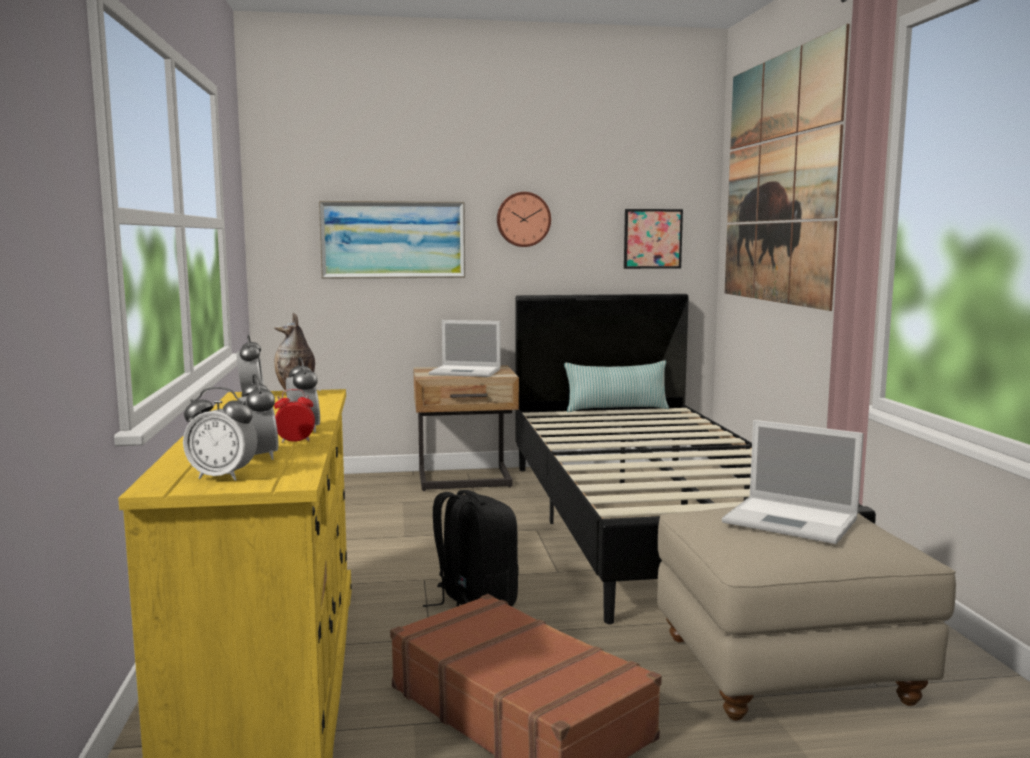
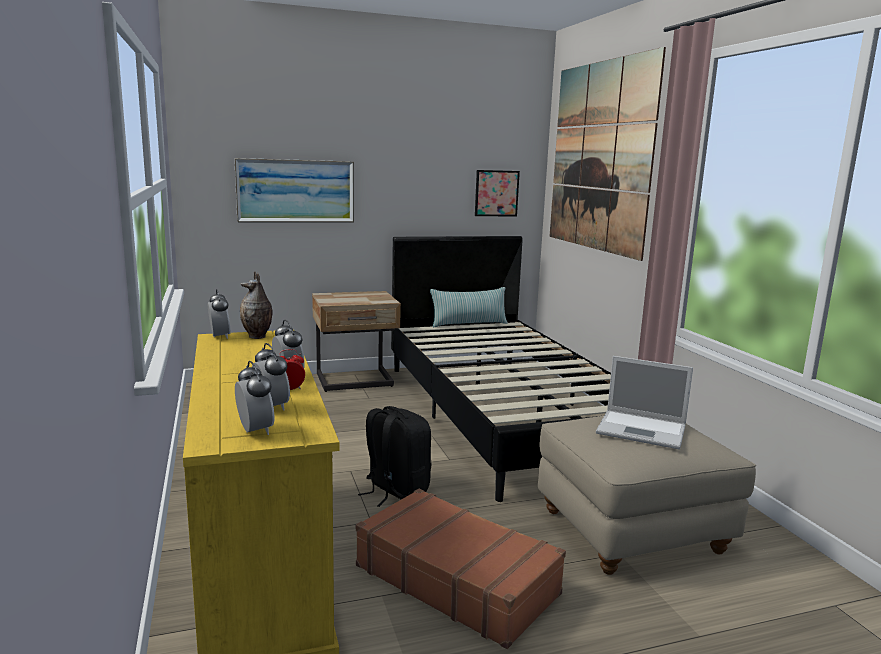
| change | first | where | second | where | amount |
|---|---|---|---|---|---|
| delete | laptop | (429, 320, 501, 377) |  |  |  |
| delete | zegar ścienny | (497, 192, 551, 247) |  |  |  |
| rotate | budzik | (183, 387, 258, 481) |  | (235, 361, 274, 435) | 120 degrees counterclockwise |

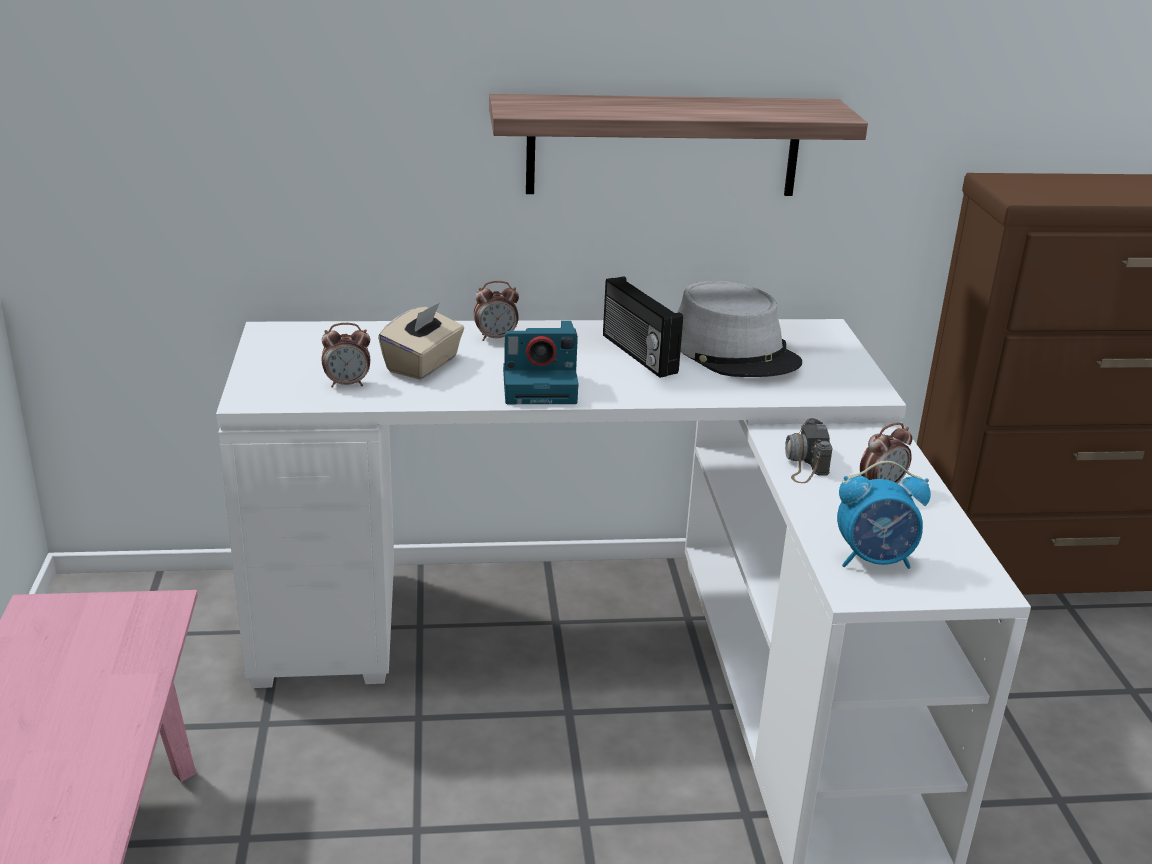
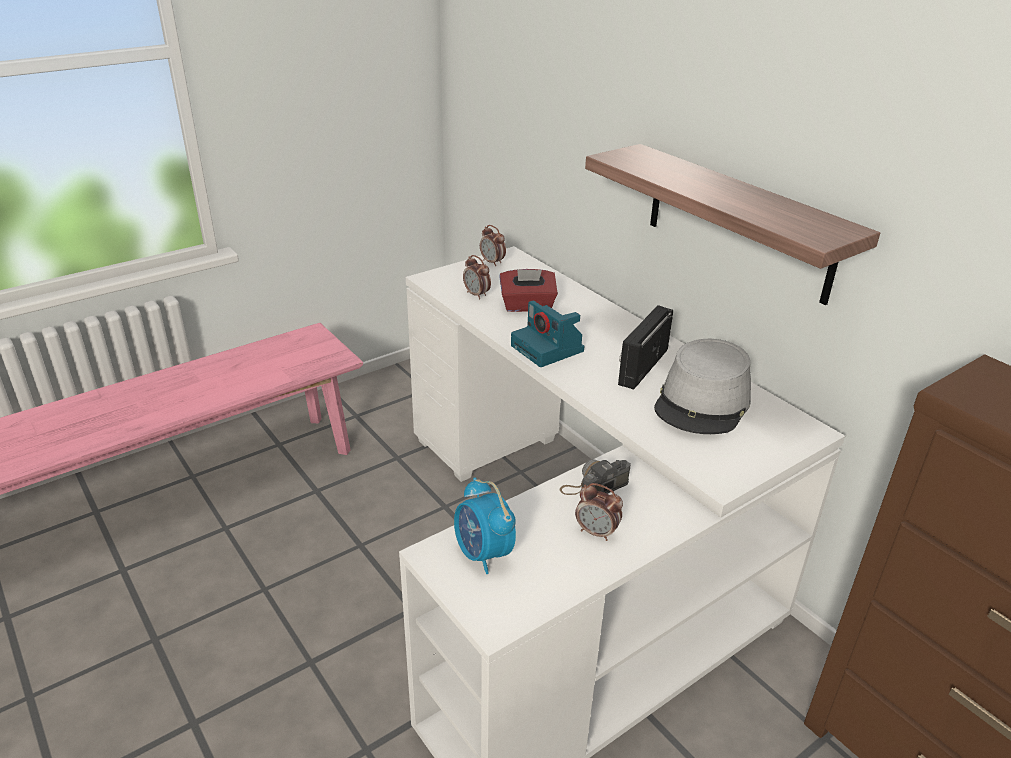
| change | first | where | second | where | amount |
|---|---|---|---|---|---|
| move | budzik | (474, 281, 519, 341) |  | (480, 225, 506, 266) |  |
| recolor | pudełko chusteczek [beżowy] | (378, 302, 464, 380) | pudełko chusteczek [czerwony] | (499, 269, 558, 312) |  |

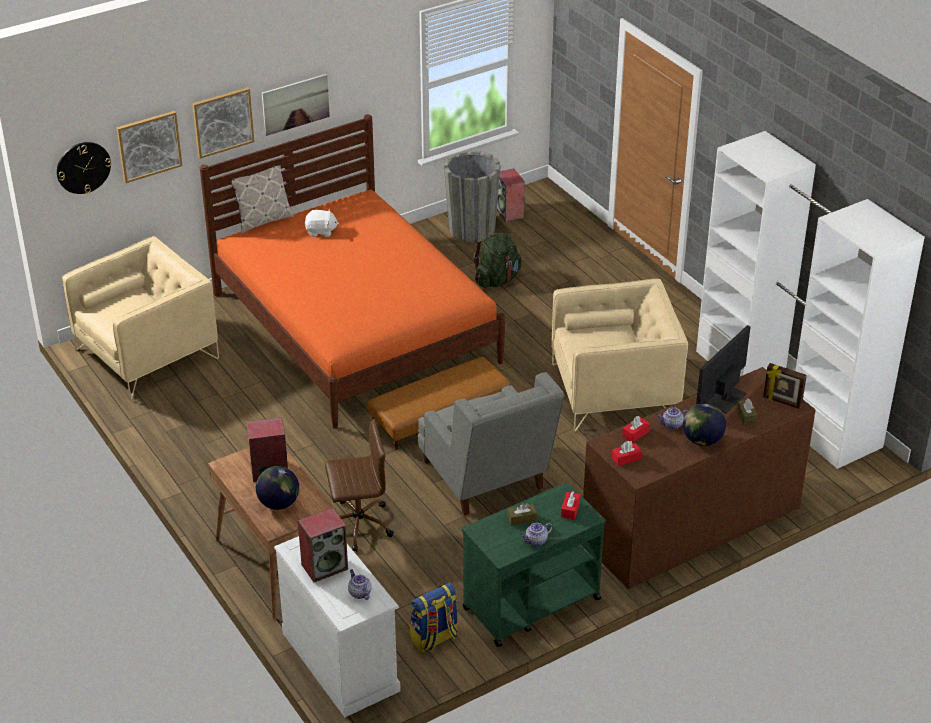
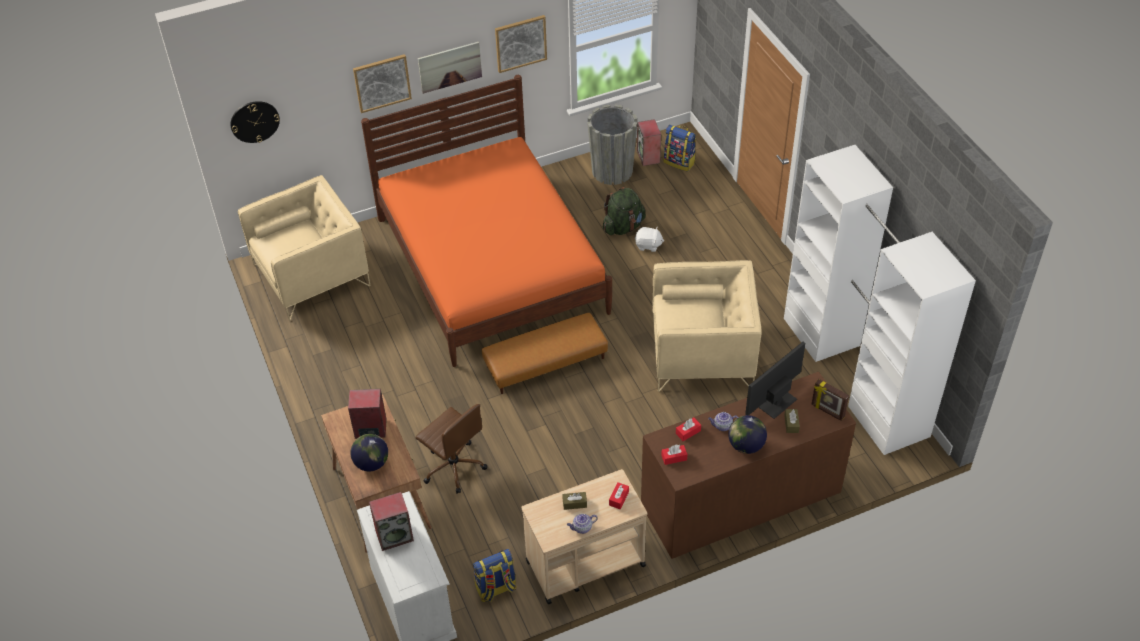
| change | first | where | second | where | amount |
|---|---|---|---|---|---|
| delete | poduszka | (231, 165, 294, 234) |  |  |  |
| delete | imbryk | (348, 569, 372, 600) |  |  |  |
| delete | fotel [szary] | (418, 372, 564, 516) |  |  |  |
| insert |  |  | plecak | (664, 125, 696, 171) |  |
| move | obraz | (117, 111, 182, 183) |  | (495, 15, 547, 73) |  |
| move | pluszak [biały] | (304, 209, 339, 237) |  | (635, 227, 664, 252) |  |
| recolor | wózek [zielony] | (462, 482, 606, 647) | wózek [beżowy] | (521, 469, 647, 604) |  |
| rotate | krzesło biurowe [brązowy] | (325, 419, 394, 552) |  | (415, 404, 488, 493) | 45 degrees clockwise |

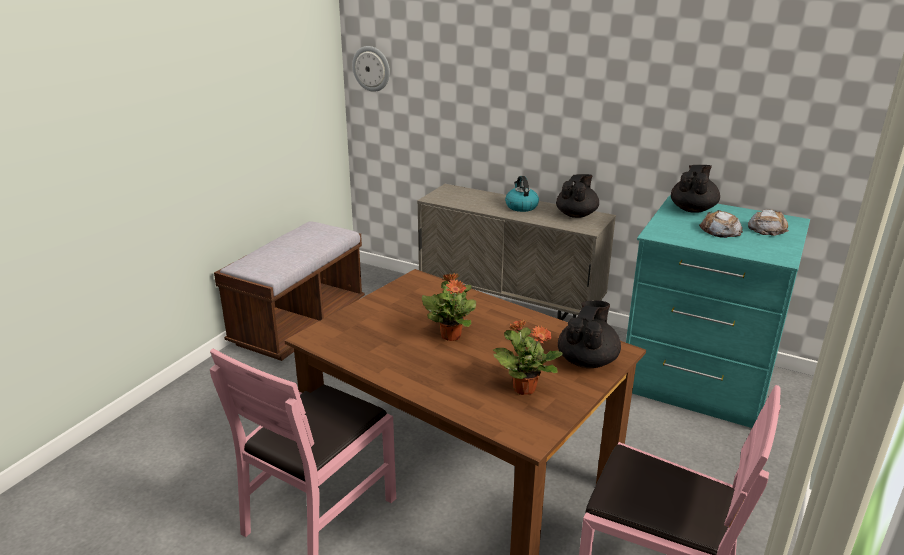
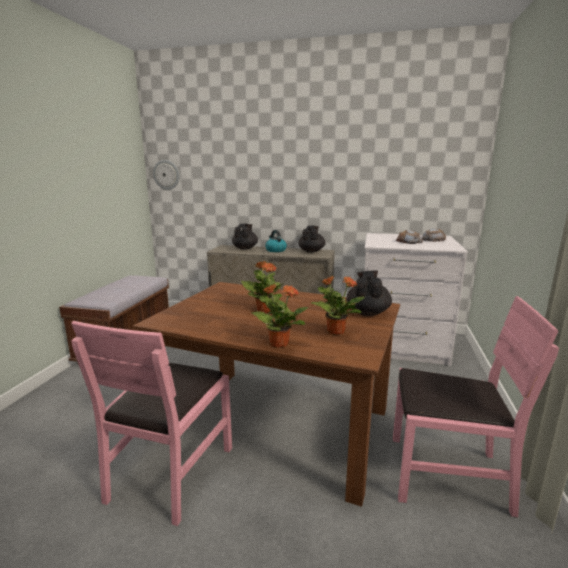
| change | first | where | second | where | amount |
|---|---|---|---|---|---|
| insert |  |  | roślina doniczkowa | (251, 284, 308, 348) |  |
| move | imbryk [czarny] | (671, 165, 720, 213) |  | (232, 224, 258, 250) |  |
| recolor | komoda [turkusowy] | (626, 196, 810, 428) | komoda [biały] | (364, 233, 468, 366) |  |

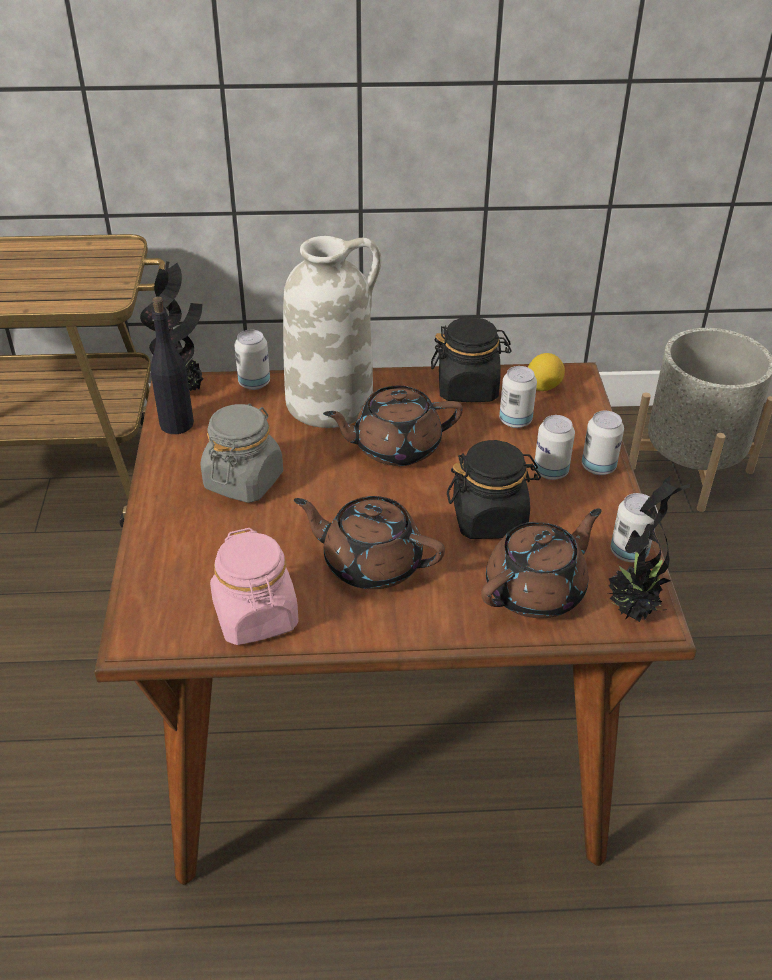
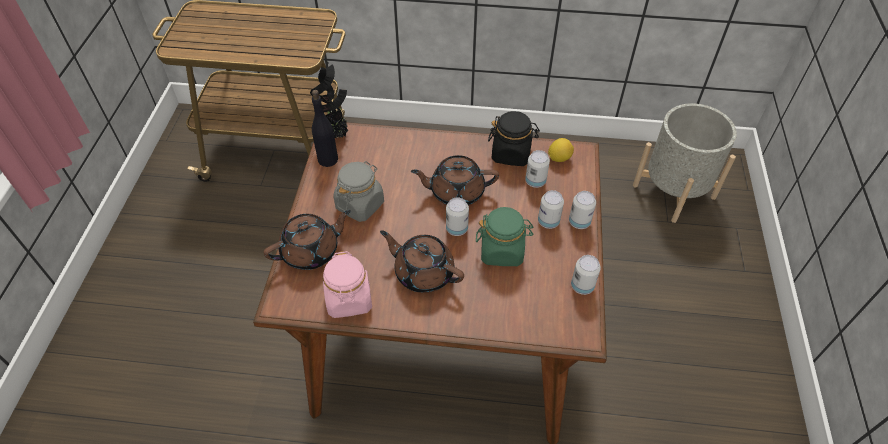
| change | first | where | second | where | amount |
|---|---|---|---|---|---|
| delete | wazon [biały] | (283, 236, 381, 428) |  |  |  |
| delete | roślina doniczkowa | (608, 477, 690, 622) |  |  |  |
| move | puszka | (234, 330, 270, 390) |  | (446, 197, 469, 236) |  |
| move | imbryk [brązowy] | (481, 509, 601, 618) |  | (263, 210, 351, 270) |  |
| recolor | słoik [czarny] | (447, 440, 541, 539) | słoik [zielony] | (476, 207, 534, 266) |  |

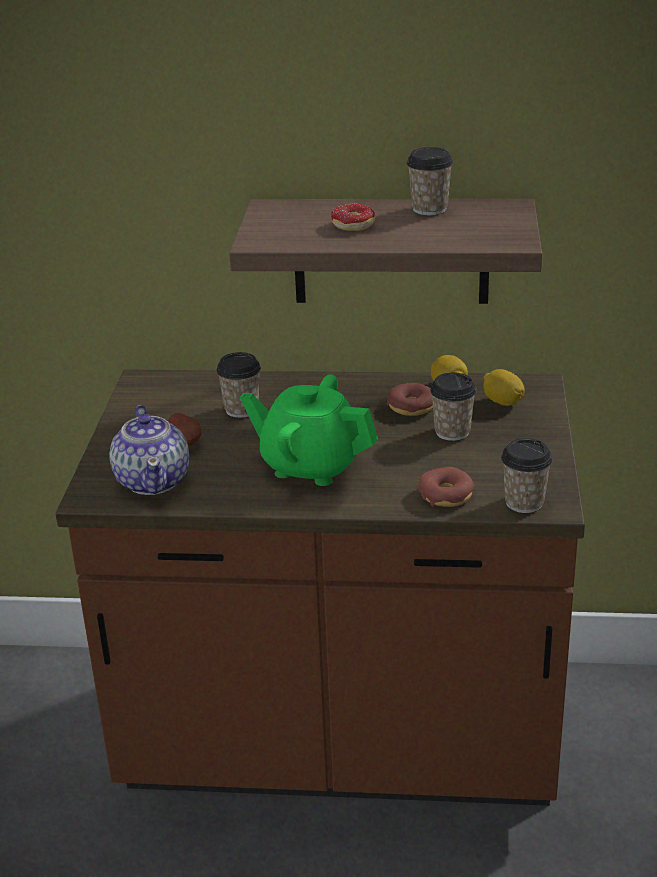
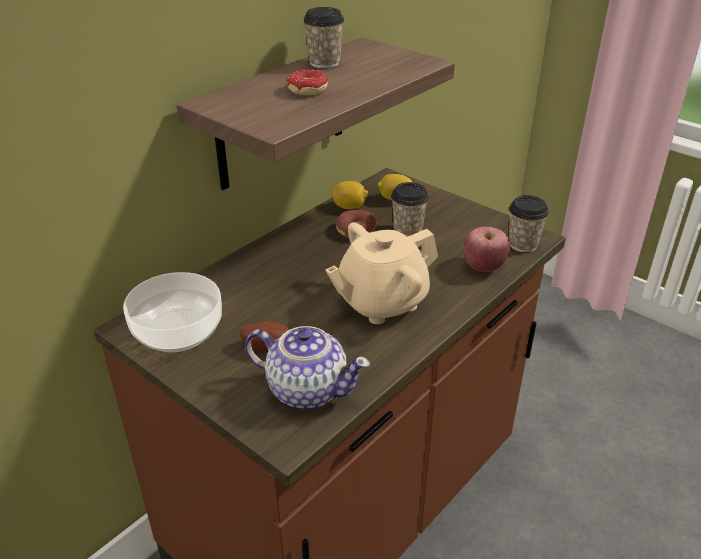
| change | first | where | second | where | amount |
|---|---|---|---|---|---|
| delete | filiżanka | (216, 352, 261, 418) |  |  |  |
| insert |  |  | miska | (123, 272, 222, 352) |  |
| replace | donut | (418, 467, 474, 507) | jabłko | (464, 227, 511, 272) |  |
| recolor | imbryk [zielony] | (240, 374, 378, 486) | imbryk [beżowy] | (325, 223, 438, 324) |  |

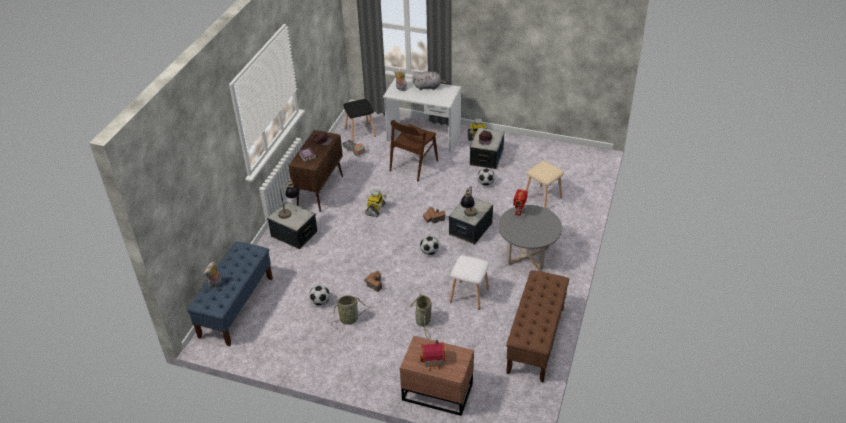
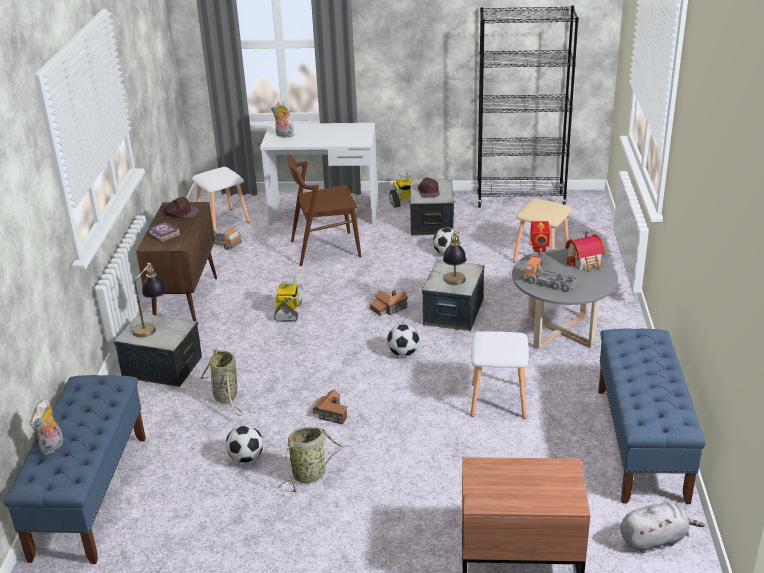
| change | first | where | second | where | amount |
|---|---|---|---|---|---|
| insert |  |  | regał [czarny] | (477, 6, 579, 208) |  |
| insert |  |  | ciężarówka zabawkowa | (522, 257, 578, 292) |  |
| move | koszyk | (410, 293, 432, 339) |  | (199, 349, 243, 416) |  |
| move | pluszak [szary] | (413, 71, 447, 90) |  | (620, 502, 705, 553) |  |
| move | domek | (420, 340, 445, 371) |  | (565, 231, 605, 272) |  |
| recolor | stołek [czarny] | (343, 99, 376, 142) | stołek [biały] | (192, 167, 250, 231) |  |
| recolor | ławka [brązowy] | (506, 270, 569, 383) | ławka [niebieski] | (598, 328, 706, 504) |  |
| rotate | krzesło [brązowy] | (390, 120, 438, 182) |  | (287, 155, 361, 266) | 60 degrees clockwise |

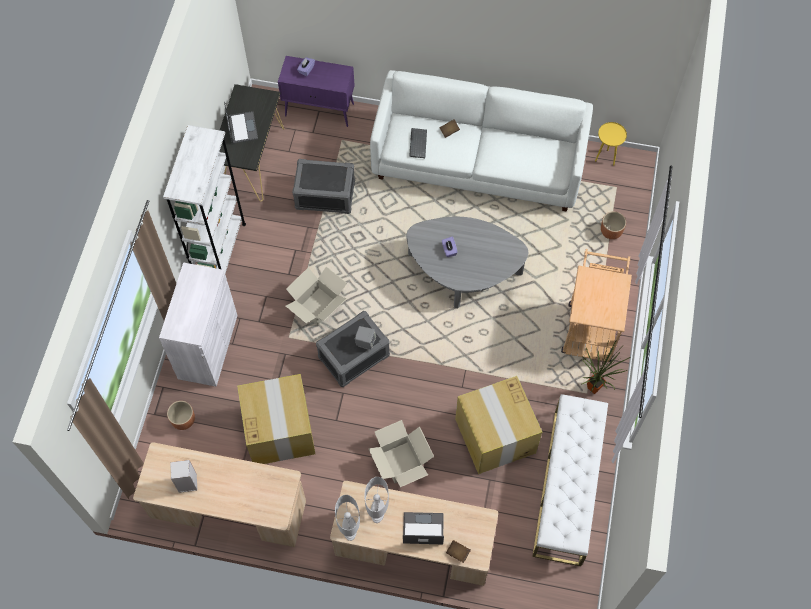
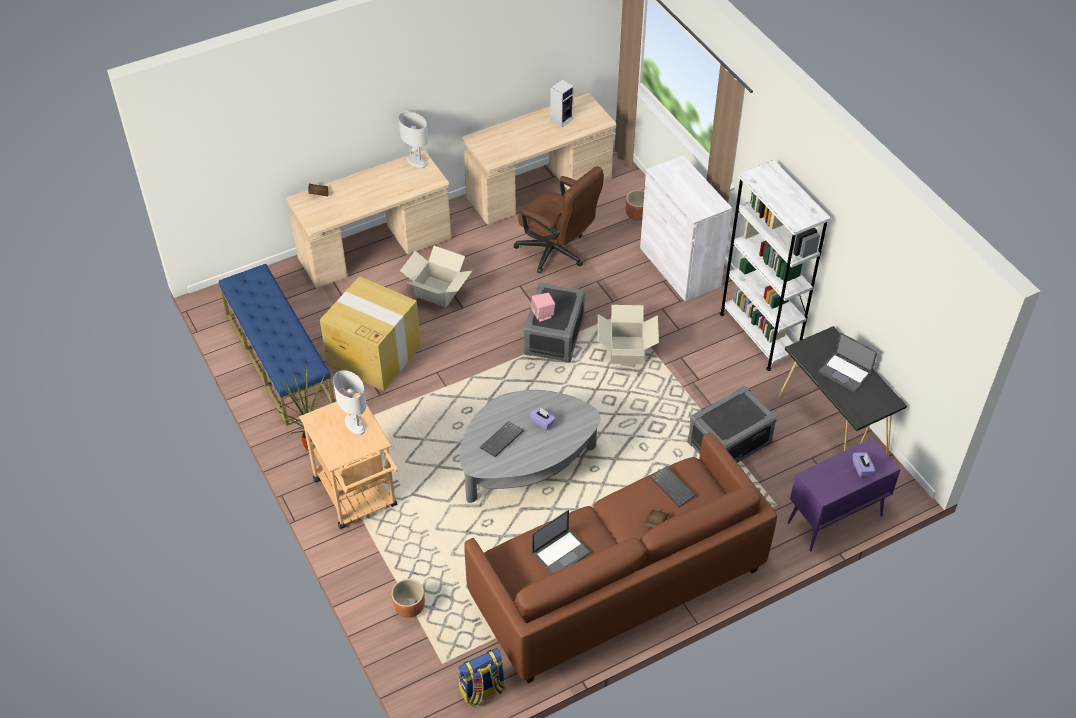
| change | first | where | second | where | amount |
|---|---|---|---|---|---|
| insert |  |  | klawiatura | (480, 421, 524, 457) |  |
| move | lampa stołowa [biały] | (364, 477, 389, 523) |  | (333, 370, 366, 435) |  |
| move | laptop | (403, 512, 444, 544) |  | (532, 510, 591, 574) |  |
| replace | karton | (237, 374, 315, 464) | krzesło biurowe [brązowy] | (514, 166, 604, 273) |  |
| replace | stolik [żółty] | (595, 122, 627, 166) | plecak | (458, 648, 505, 706) |  |
| recolor | głośnik [szary] | (355, 326, 376, 350) | głośnik [różowy] | (531, 293, 555, 322) |  |
| recolor | kanapa [biały] | (370, 70, 593, 211) | kanapa [brązowy] | (464, 432, 777, 683) |  |
| recolor | ławka [biały] | (532, 394, 608, 566) | ławka [niebieski] | (219, 264, 335, 426) |  |

